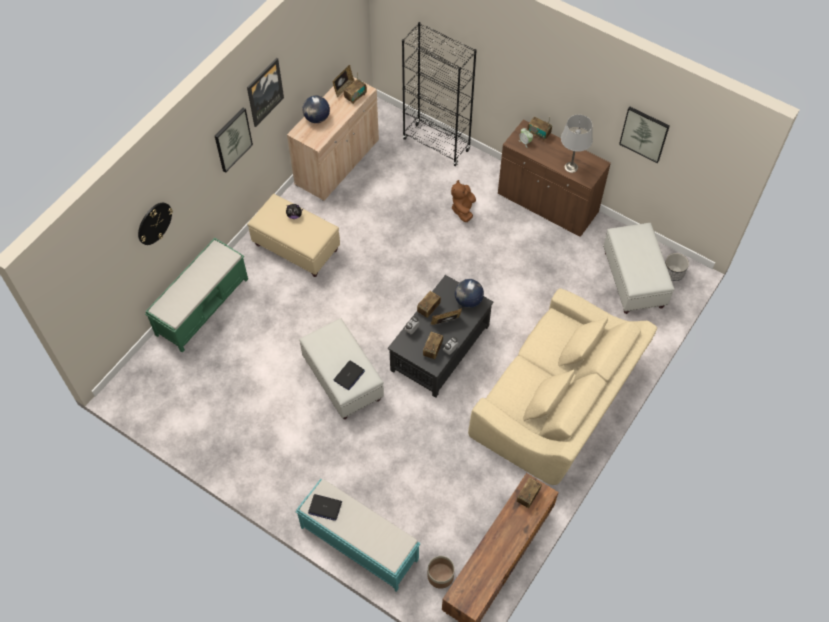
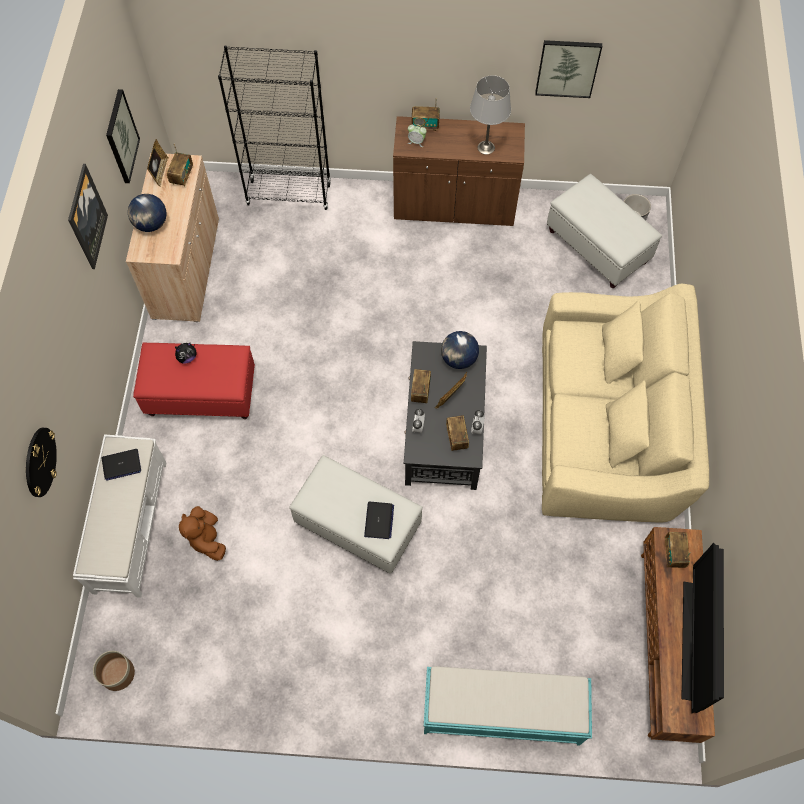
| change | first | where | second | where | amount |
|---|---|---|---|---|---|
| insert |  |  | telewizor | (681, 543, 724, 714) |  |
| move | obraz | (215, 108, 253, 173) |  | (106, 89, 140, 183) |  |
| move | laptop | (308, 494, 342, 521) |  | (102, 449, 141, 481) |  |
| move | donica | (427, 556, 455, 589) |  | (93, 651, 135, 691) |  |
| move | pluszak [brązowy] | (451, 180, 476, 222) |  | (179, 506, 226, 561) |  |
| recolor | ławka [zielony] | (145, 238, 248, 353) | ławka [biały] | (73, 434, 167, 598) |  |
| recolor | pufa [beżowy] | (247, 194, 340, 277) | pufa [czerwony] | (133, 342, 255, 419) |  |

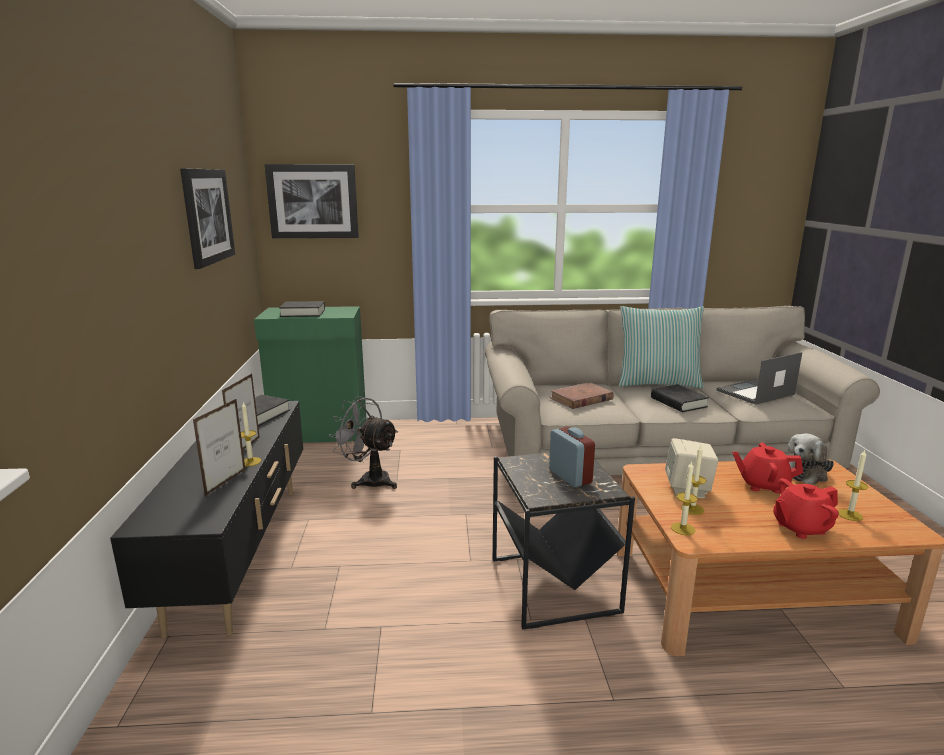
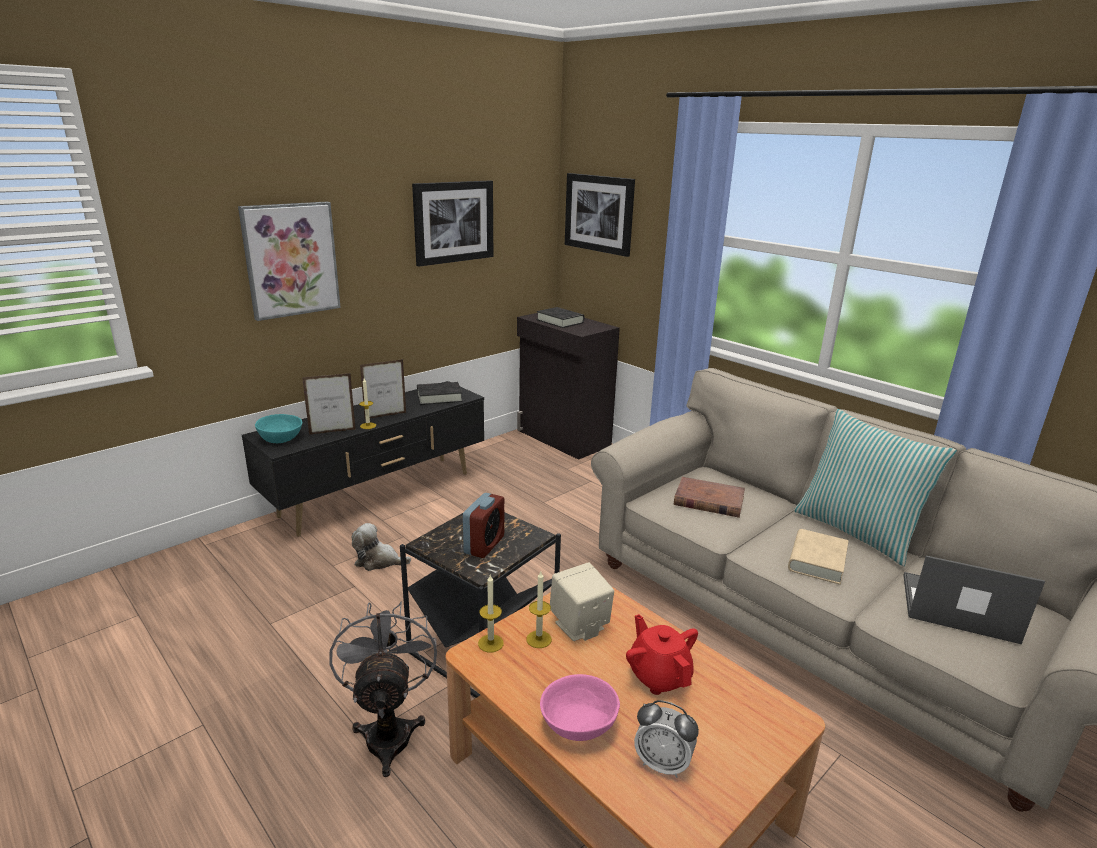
| change | first | where | second | where | amount |
|---|---|---|---|---|---|
| insert |  |  | obraz | (238, 202, 341, 321) |  |
| insert |  |  | miska [turkusowy] | (255, 414, 302, 443) |  |
| move | wentylator [szary] | (329, 396, 398, 489) |  | (330, 602, 437, 777) |  |
| move | pluszak | (788, 433, 834, 485) |  | (352, 523, 411, 571) |  |
| replace | imbryk [czerwony] | (773, 478, 839, 539) | miska [różowy] | (540, 674, 620, 741) |  |
| replace | świeca | (838, 450, 868, 521) | budzik | (634, 700, 699, 778) |  |
| recolor | szafka [zielony] | (254, 306, 367, 443) | szafka [czarny] | (517, 313, 620, 460) |  |
| recolor | książka [czarny] | (651, 384, 709, 412) | książka [beżowy] | (788, 529, 849, 585) |  |

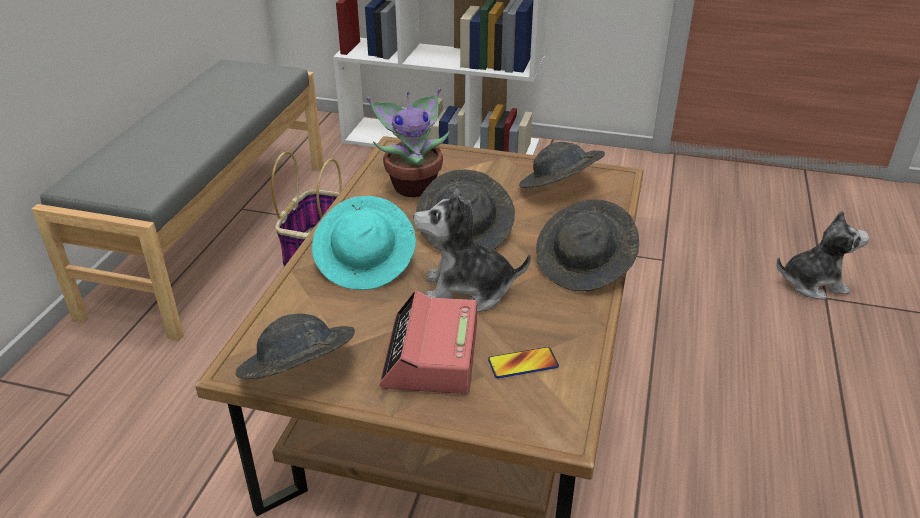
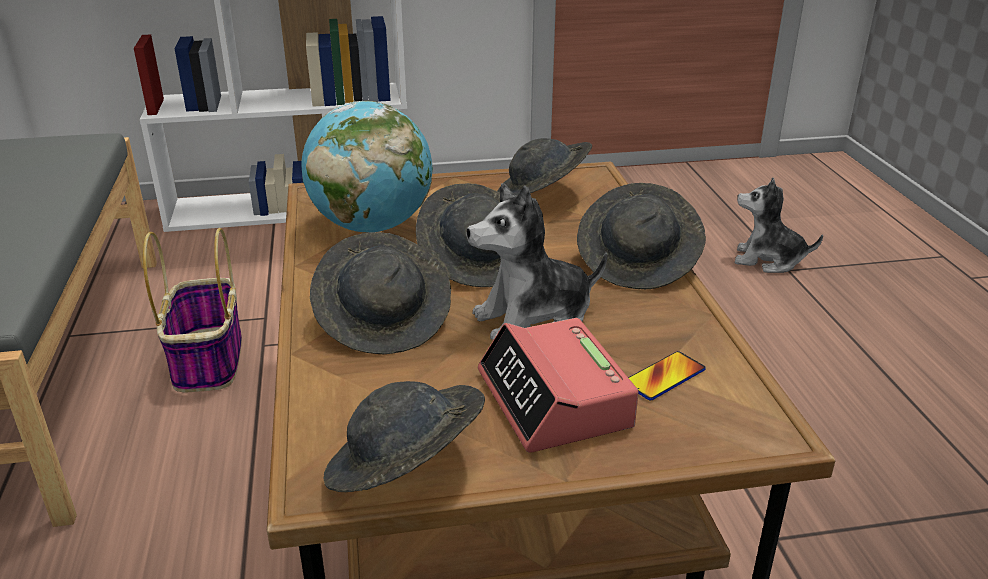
| change | first | where | second | where | amount |
|---|---|---|---|---|---|
| replace | roślina doniczkowa | (367, 88, 450, 197) | globus | (302, 101, 433, 233) |  |
| recolor | kapelusz [turkusowy] | (312, 196, 416, 290) | kapelusz [szary] | (310, 232, 451, 354) |  |
| rotate | pluszak | (777, 210, 869, 300) |  | (735, 178, 823, 273) | 135 degrees counterclockwise |

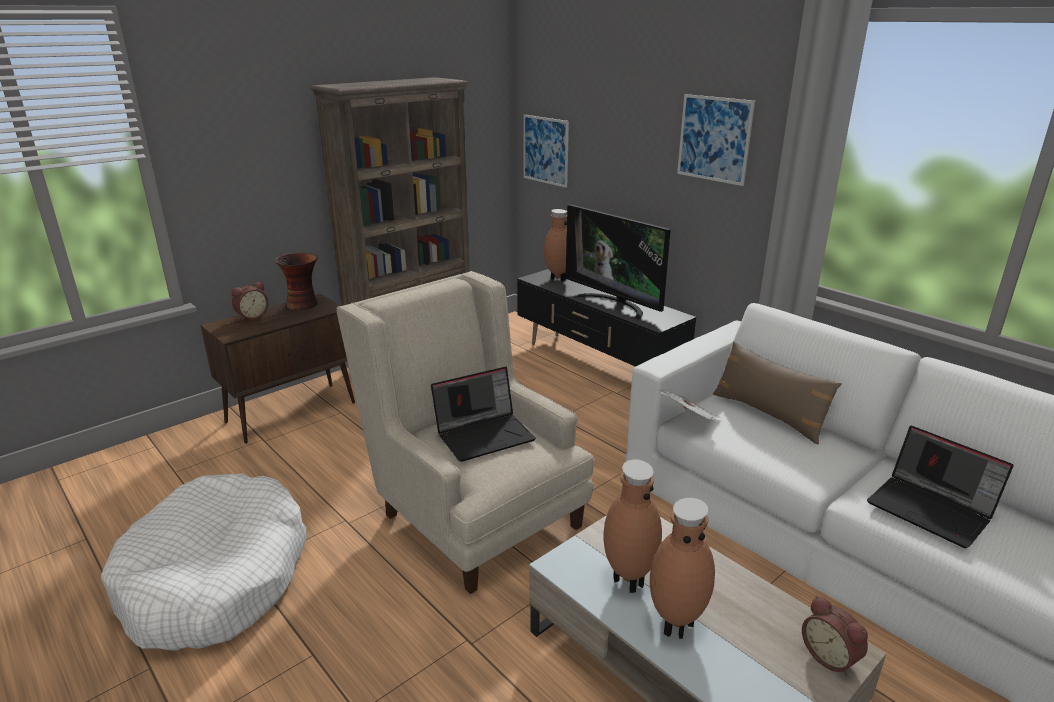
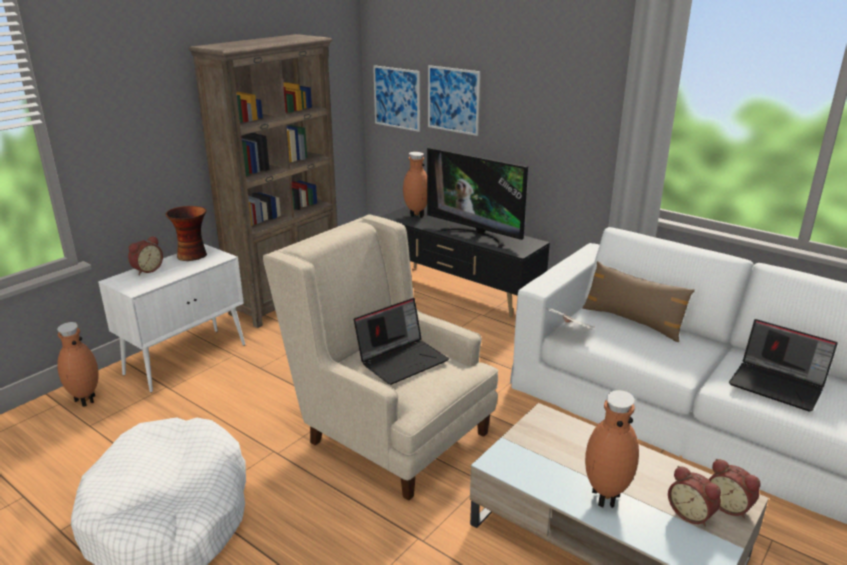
| change | first | where | second | where | amount |
|---|---|---|---|---|---|
| insert |  |  | budzik | (668, 466, 721, 527) |  |
| move | wazon [brązowy] | (604, 459, 662, 593) |  | (57, 322, 99, 407) |  |
| move | obraz | (677, 94, 755, 186) |  | (428, 65, 480, 136) |  |
| recolor | szafka [brązowy] | (200, 294, 355, 444) | szafka [biały] | (98, 244, 245, 393) |  |

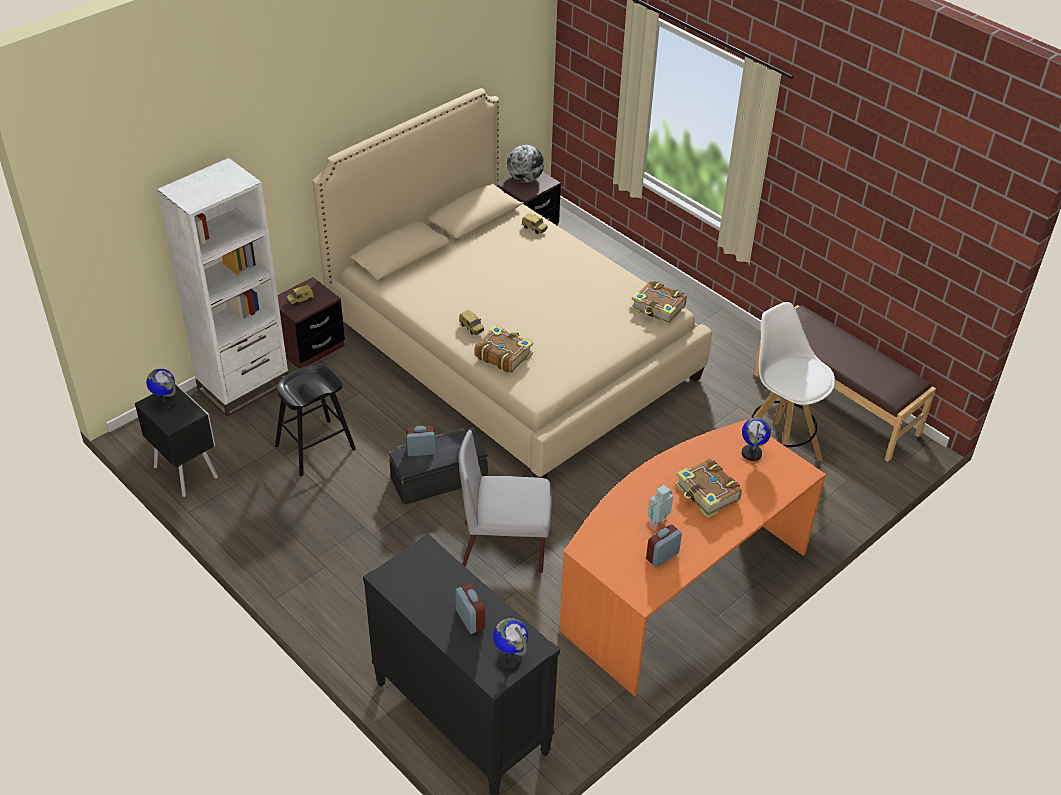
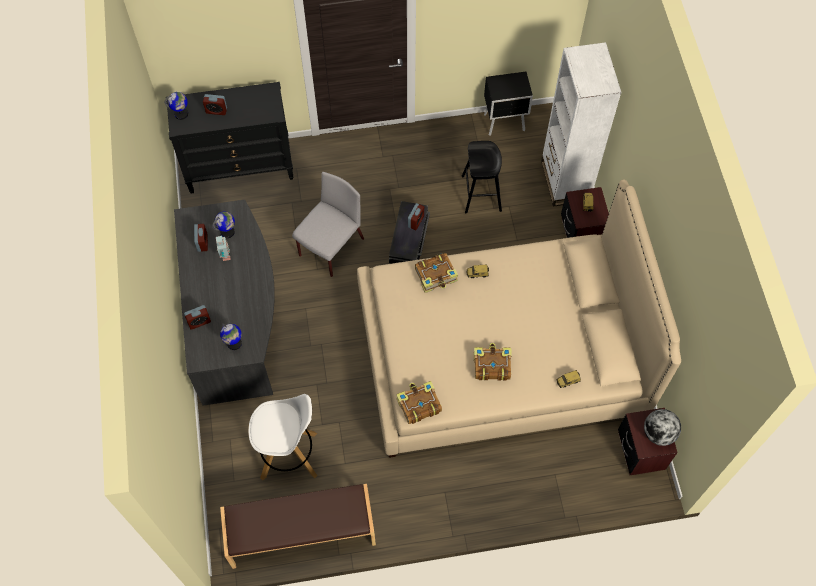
| change | first | where | second | where | amount |
|---|---|---|---|---|---|
| insert |  |  | budzik | (184, 305, 211, 330) |  |
| move | globus | (146, 369, 176, 411) |  | (212, 212, 235, 238) |  |
| move | książka | (675, 459, 742, 518) |  | (474, 343, 512, 380) |  |
| recolor | biurko [pomarańczowy] | (559, 420, 826, 696) | biurko [szary] | (174, 200, 275, 406) |  |

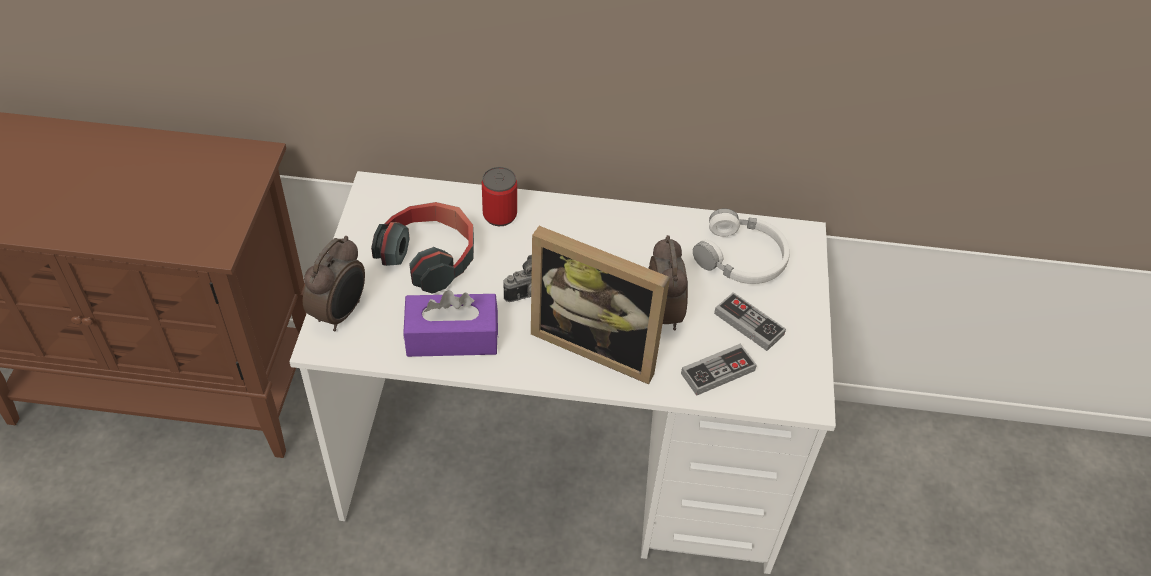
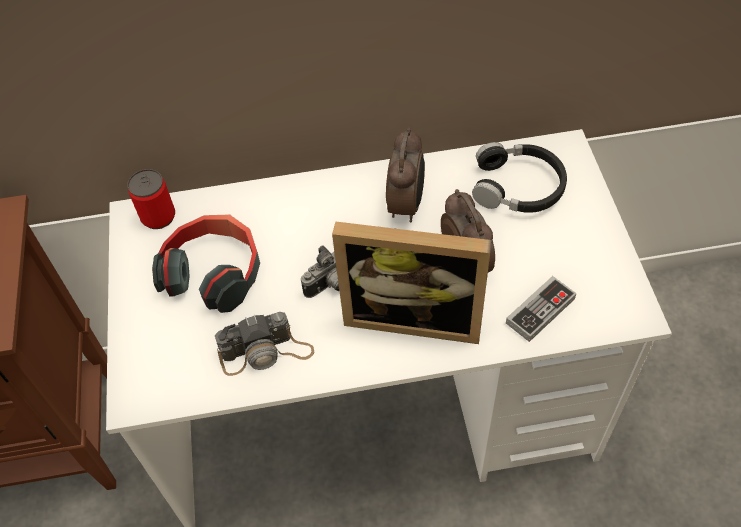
| change | first | where | second | where | amount |
|---|---|---|---|---|---|
| delete | pad do gier | (714, 292, 786, 351) |  |  |  |
| move | budzik | (303, 236, 365, 331) |  | (386, 128, 425, 222) |  |
| move | puszka | (482, 167, 517, 226) |  | (127, 169, 175, 229) |  |
| replace | pudełko chusteczek [fioletowy] | (403, 290, 498, 357) | aparat fotograficzny | (215, 312, 314, 376) |  |
| recolor | słuchawki [biały] | (693, 209, 790, 284) | słuchawki [czarny] | (472, 142, 567, 213) |  |

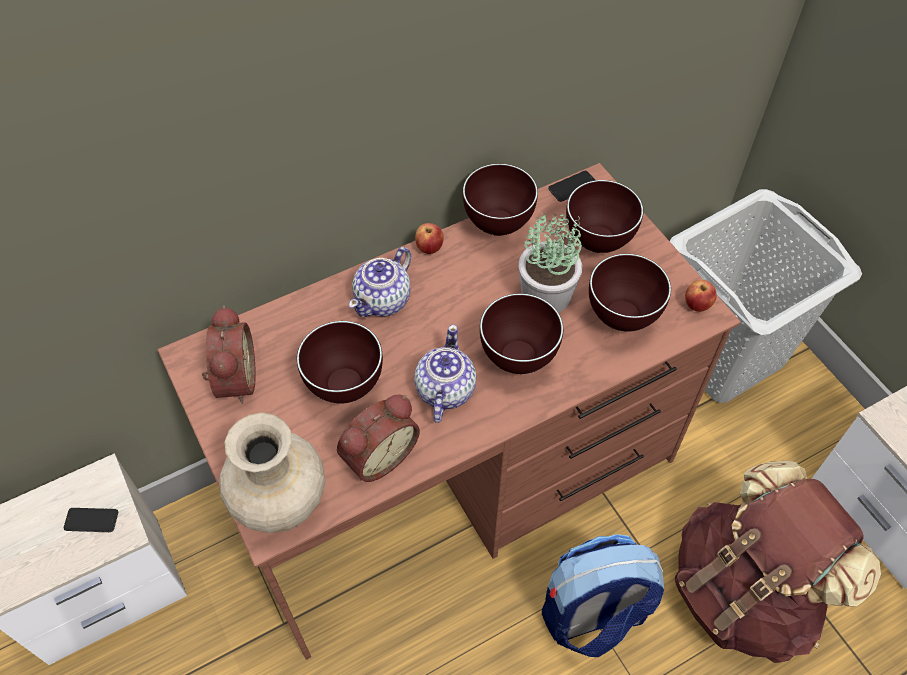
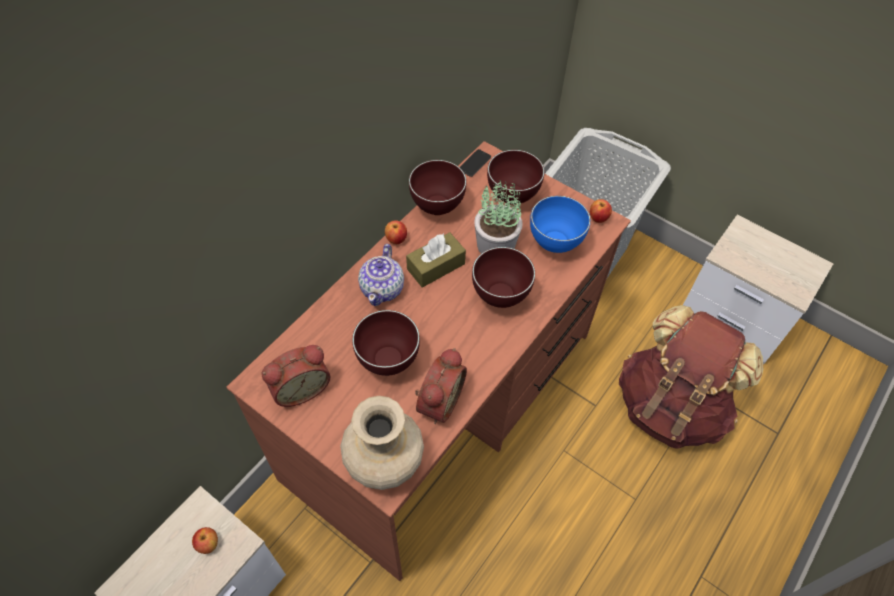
| change | first | where | second | where | amount |
|---|---|---|---|---|---|
| delete | imbryk | (414, 324, 476, 423) |  |  |  |
| delete | plecak | (542, 534, 664, 657) |  |  |  |
| insert |  |  | pudełko chusteczek [brązowy] | (406, 232, 466, 288) |  |
| replace | telefon | (64, 508, 118, 532) | jabłko | (192, 527, 218, 554) |  |
| recolor | miska [brązowy] | (589, 254, 671, 332) | miska [niebieski] | (530, 196, 591, 253) |  |
| rotate | budzik | (202, 305, 256, 404) |  | (262, 345, 330, 407) | 90 degrees clockwise |

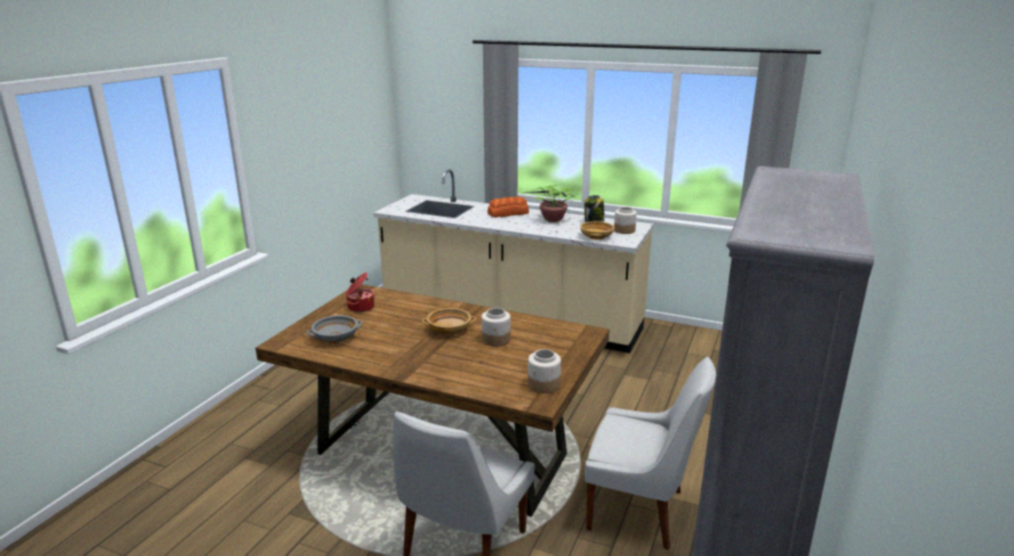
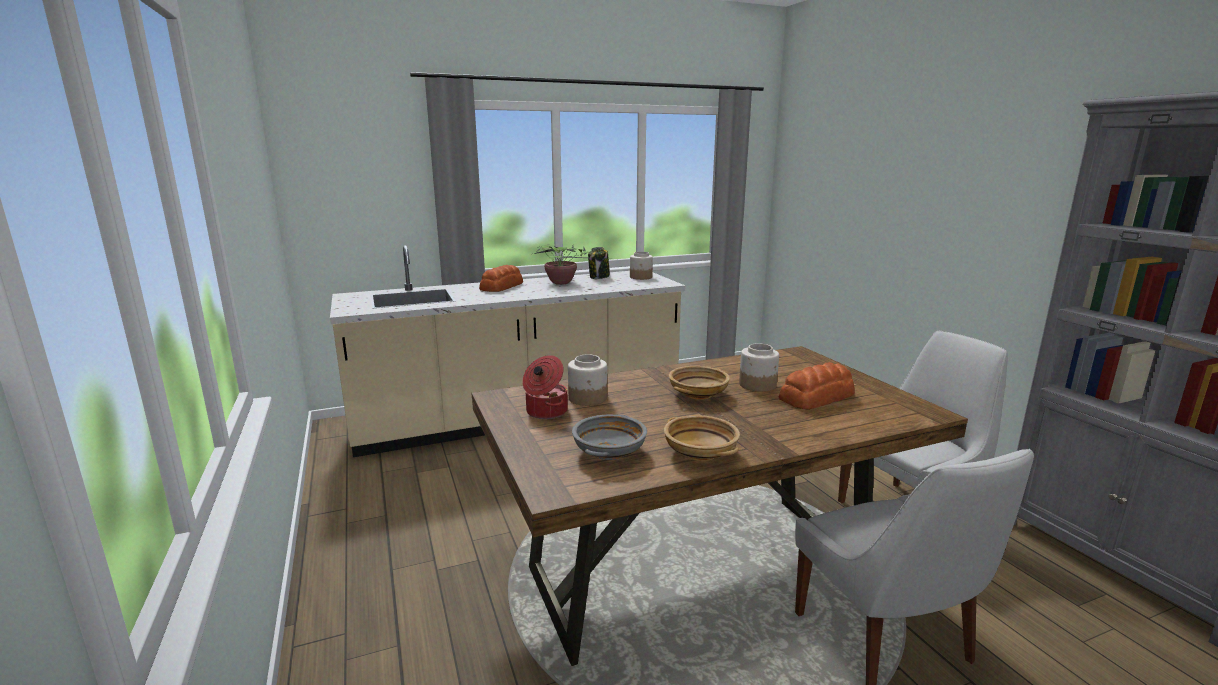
| change | first | where | second | where | amount |
|---|---|---|---|---|---|
| insert |  |  | chleb | (779, 362, 855, 410) |  |
| move | słoik | (528, 349, 561, 394) |  | (568, 354, 607, 406) |  |
| move | miska [beżowy] | (580, 221, 615, 240) |  | (664, 415, 740, 461) |  |

